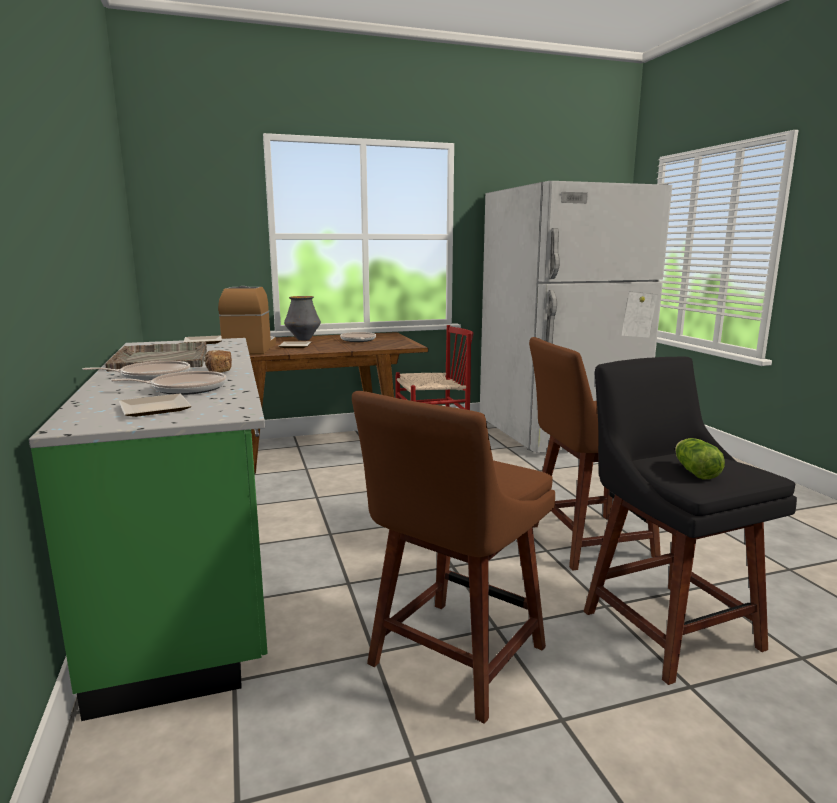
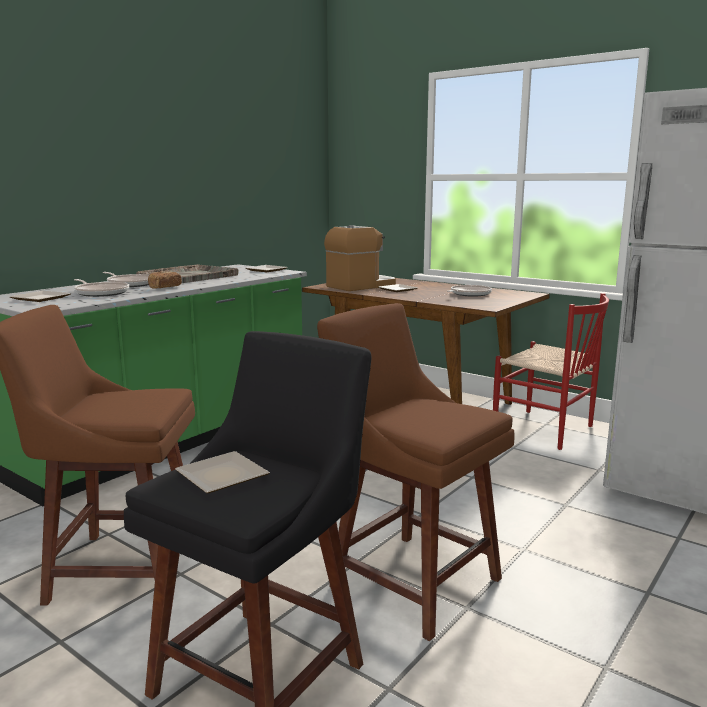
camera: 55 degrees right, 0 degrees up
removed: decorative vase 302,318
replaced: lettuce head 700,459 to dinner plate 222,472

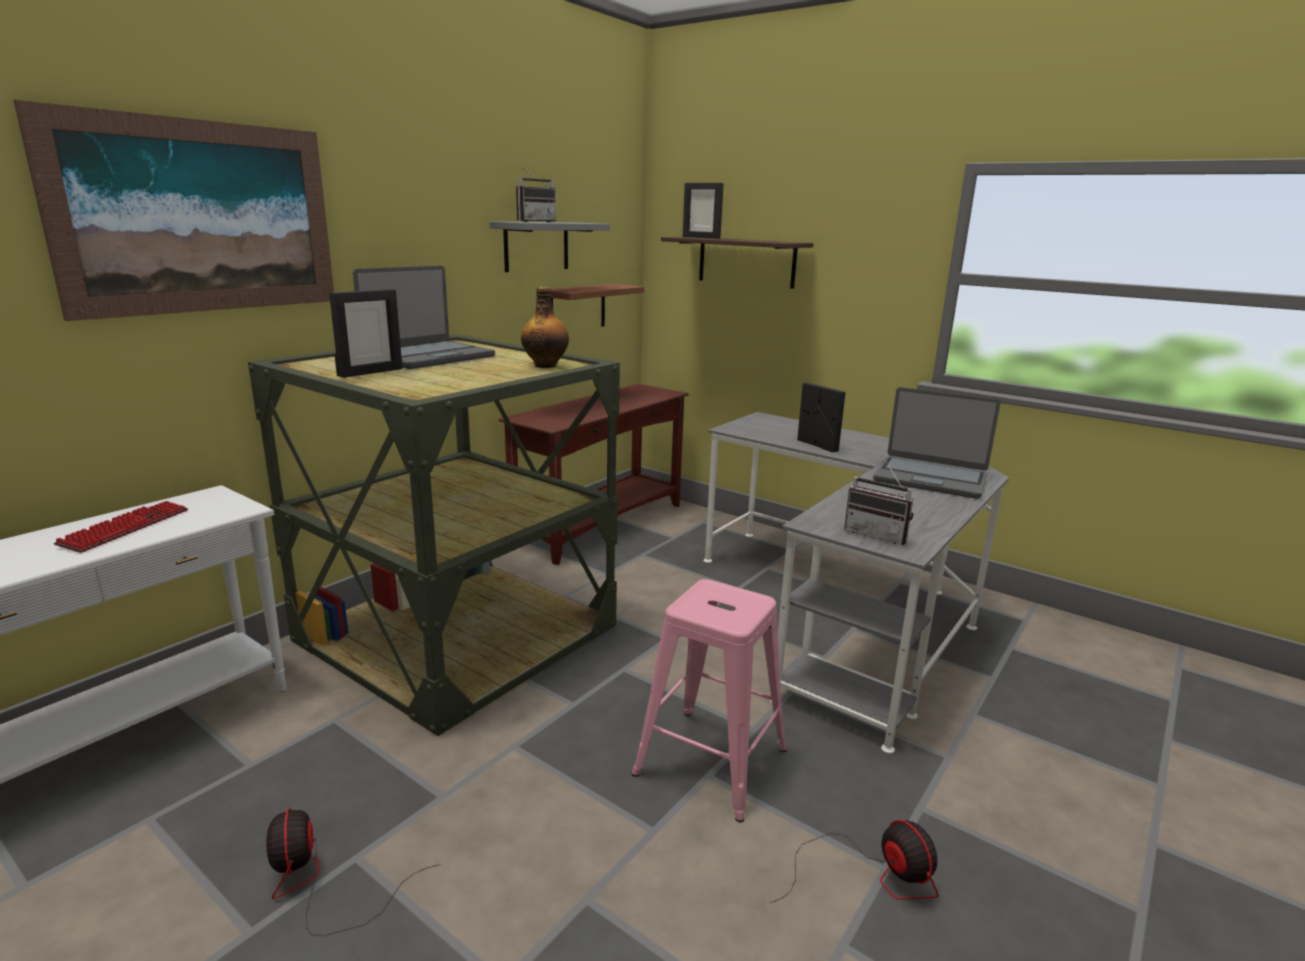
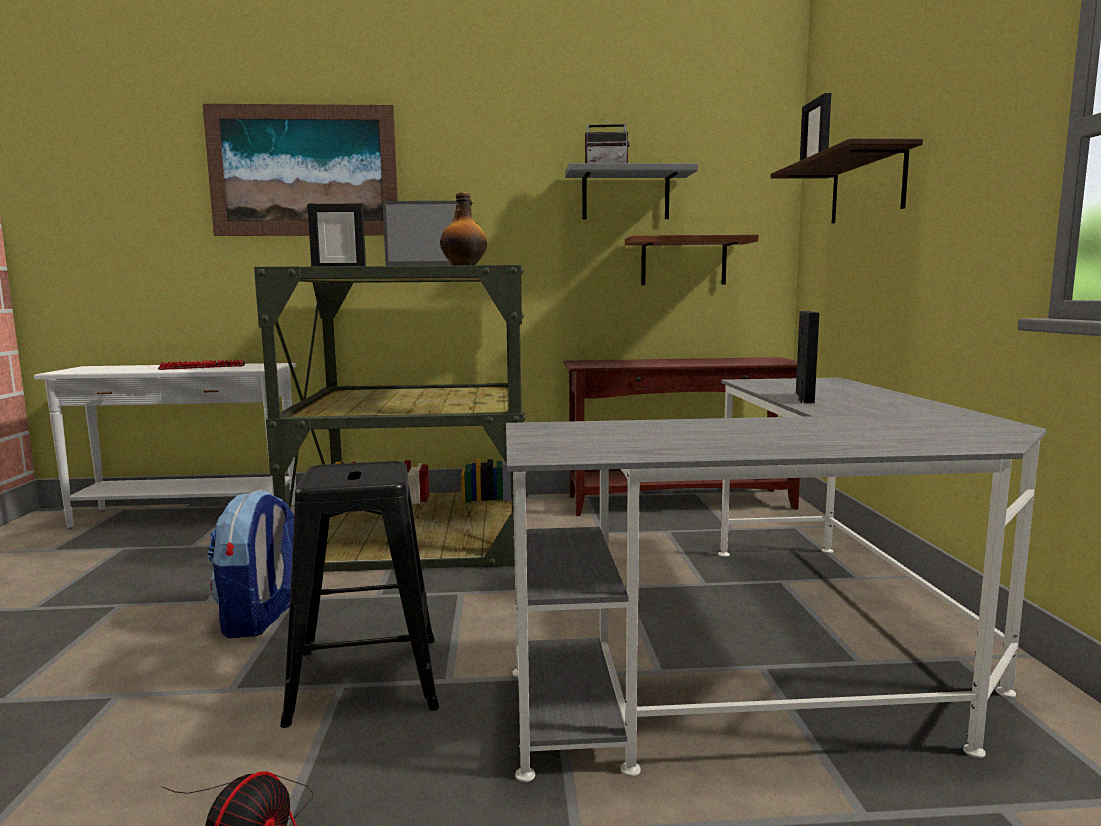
camera: 50 degrees right, 10 degrees down
removed: cooling fan 353,872; radio set 878,503; laptop 937,443
added: rucksack 250,564
recoloured: pink-coloured stool seat 709,700 to black-coloured stool seat 359,594

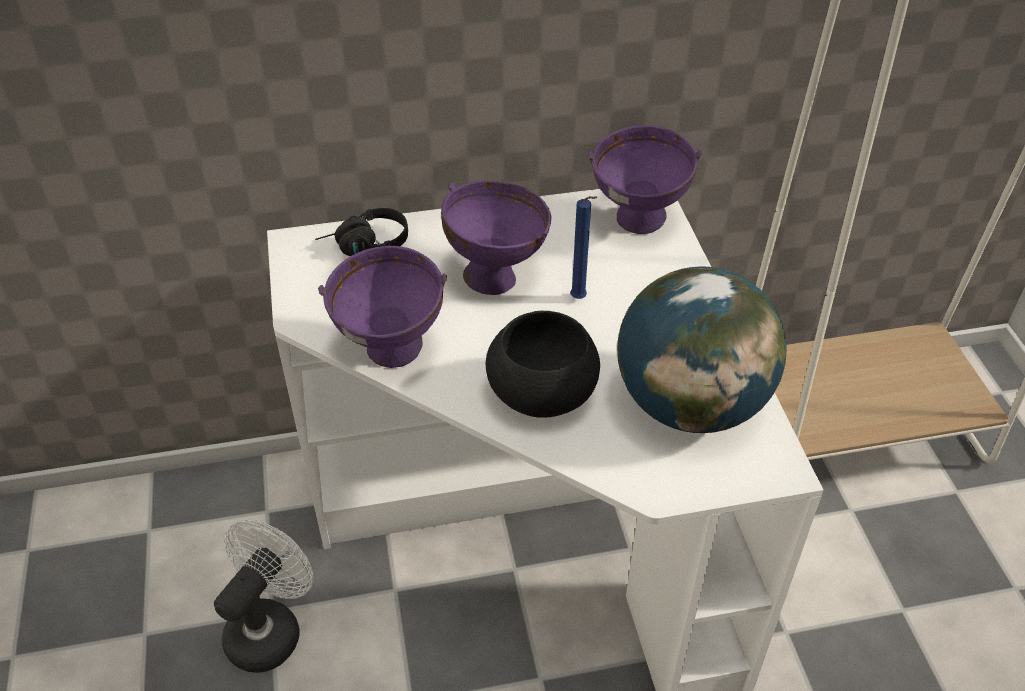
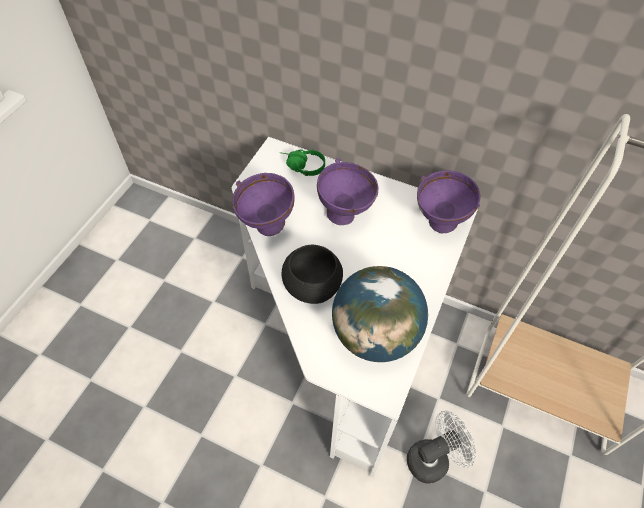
camera: 35 degrees right, 10 degrees up
removed: blue wax candle 583,247
moved: whitish cooling fan 263,596 to 442,447
recoloured: black-coloured headset 361,232 to green-coloured headset 302,162

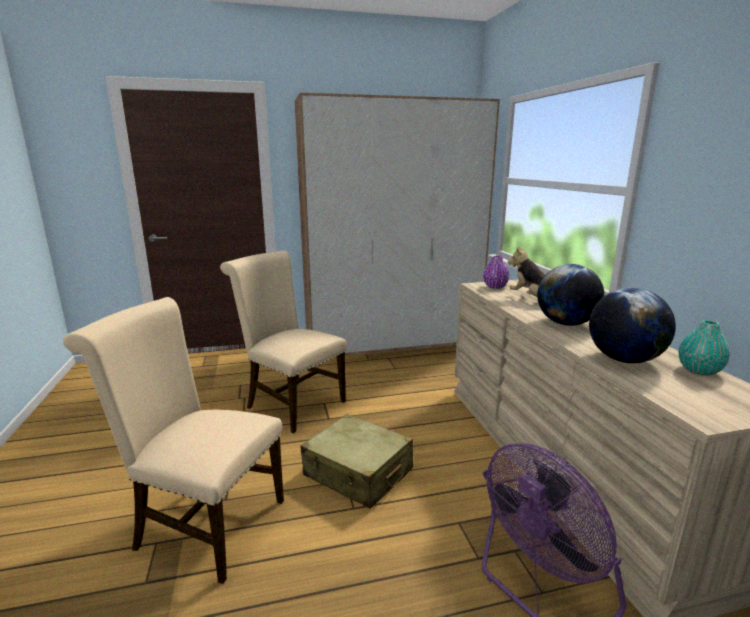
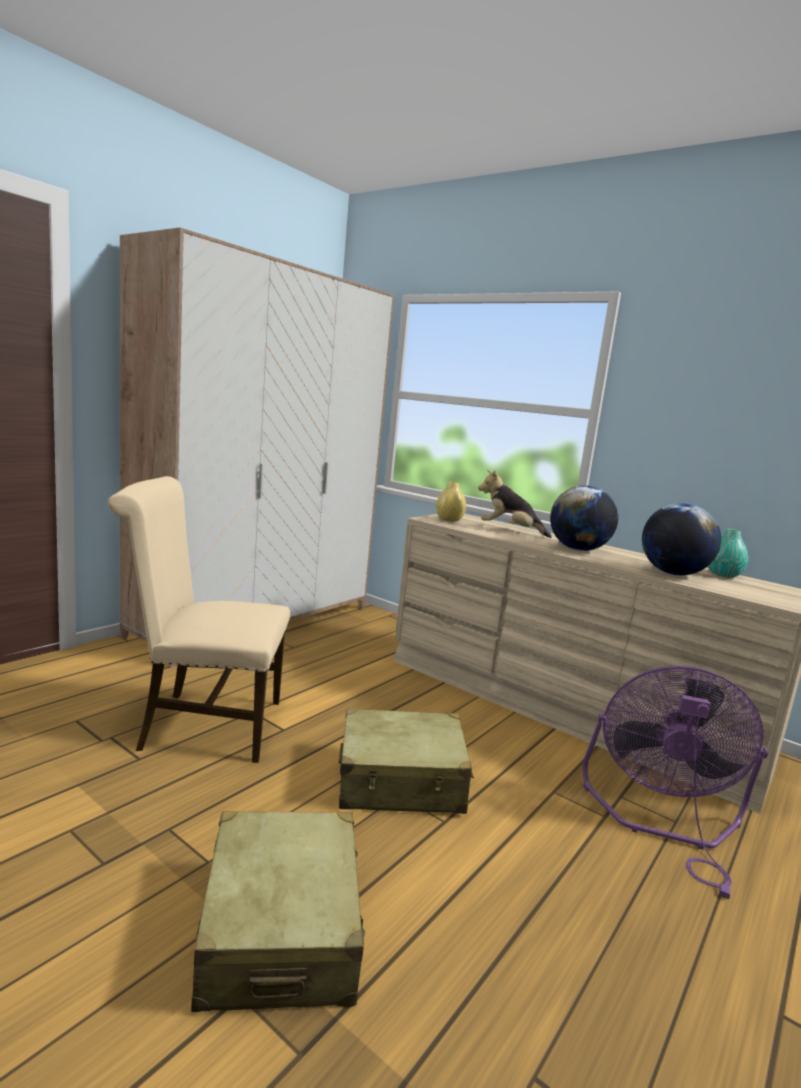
camera: 40 degrees left, 5 degrees down
replaced: beige-coloured upright chair 173,440 to beige-coloured suitcase 278,911
recoloured: purple-coloured decorative vase 496,272 to yellowish decorative vase 451,502

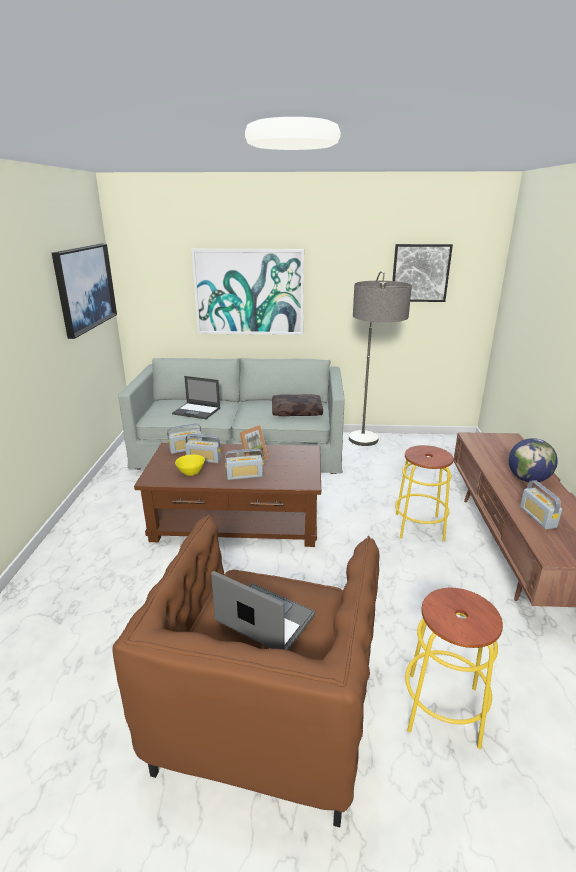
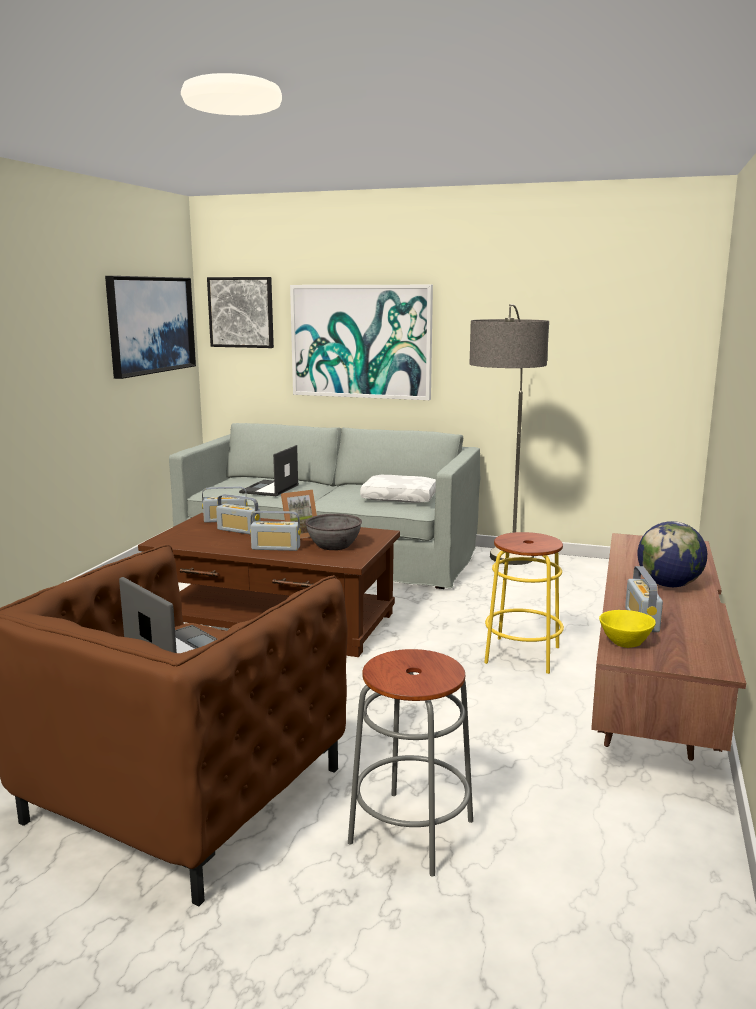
camera: 15 degrees right, 10 degrees down
added: greyish bowl 333,532
moved: wall art 422,273 to 240,312; yellowish bowl 190,465 to 627,629
recoloured: yellowish stool seat 454,668 to greyish stool seat 410,763; brownish pillow 297,405 to whitish pillow 398,489
turned: laptop 196,397 = 269,470 75 degrees clockwise

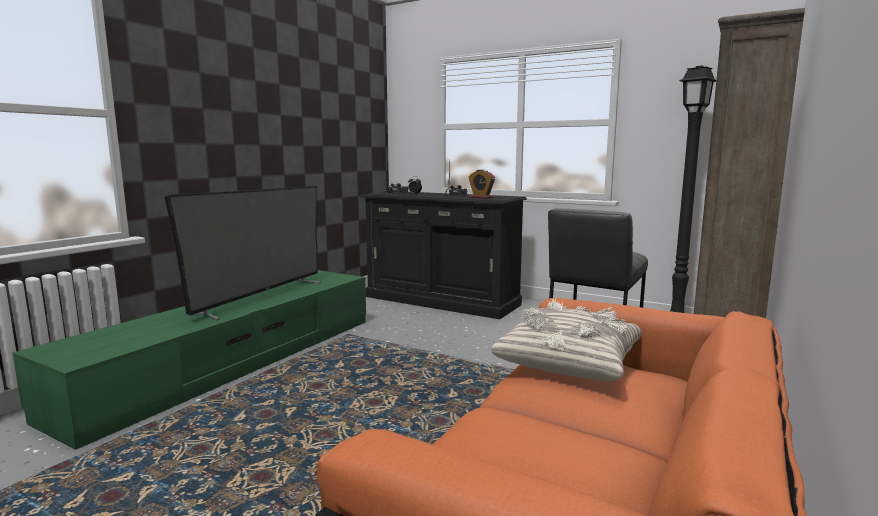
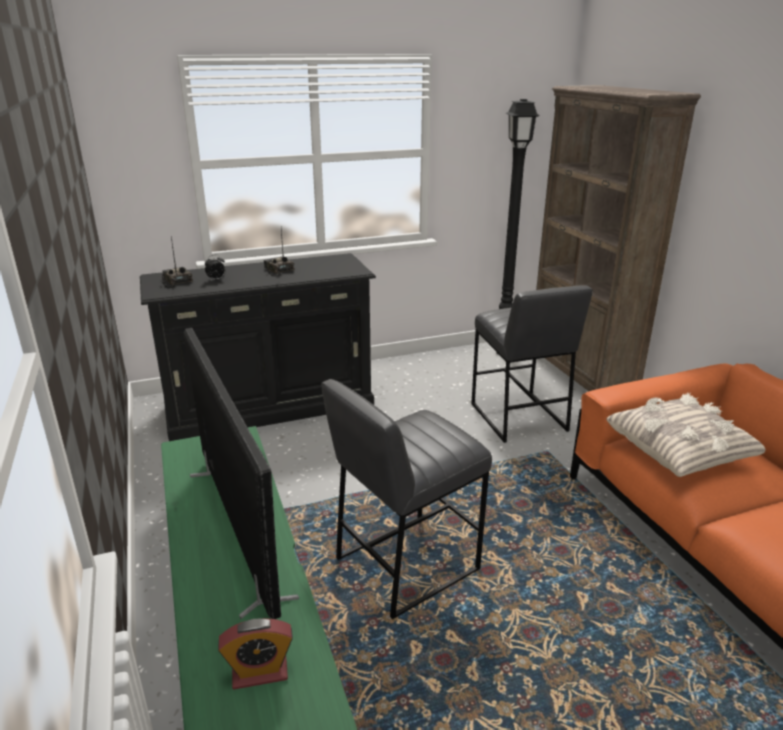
camera: 50 degrees left, 15 degrees up
added: greyish stool seat 406,499
moved: bedside clock 482,184 to 255,653

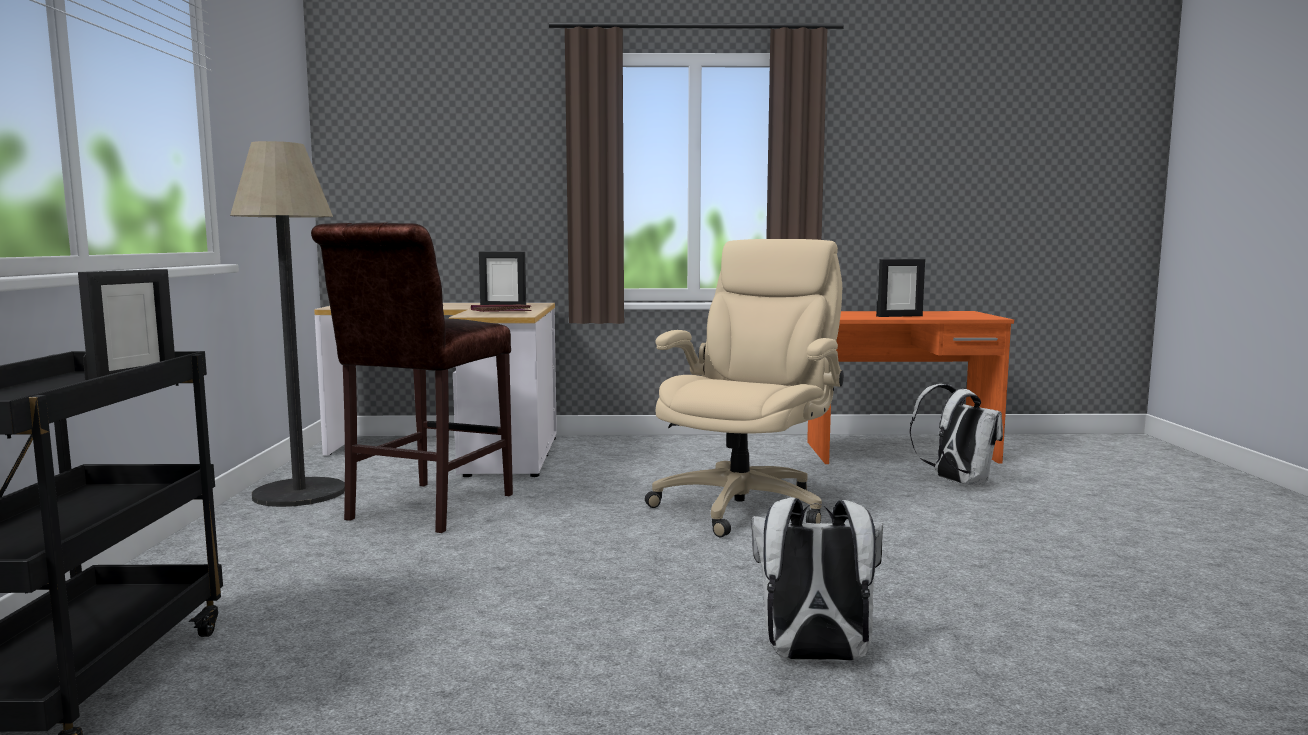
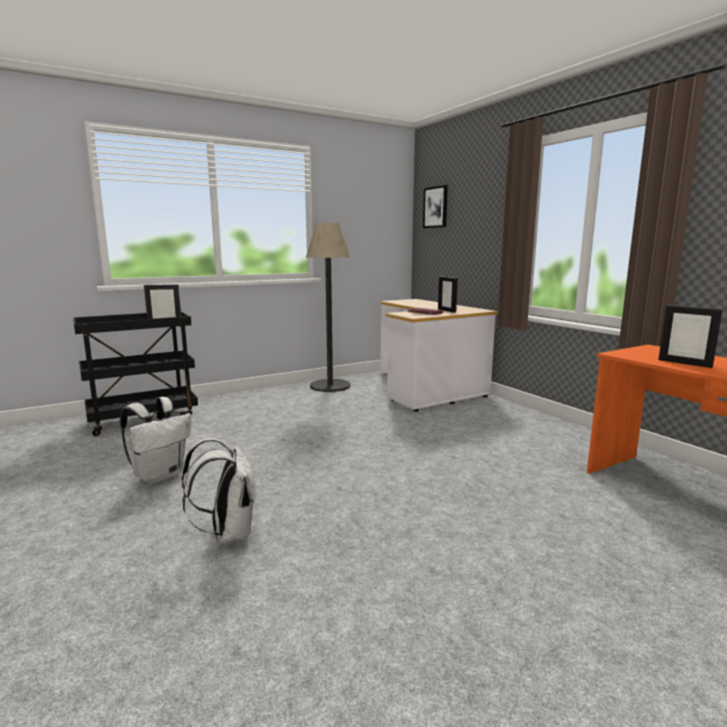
camera: 60 degrees right, 5 degrees up
removed: brownish stool seat 412,377; beige-coloured office chair 744,388
added: wall art 435,206
moved: whitish rucksack 956,434 to 155,440

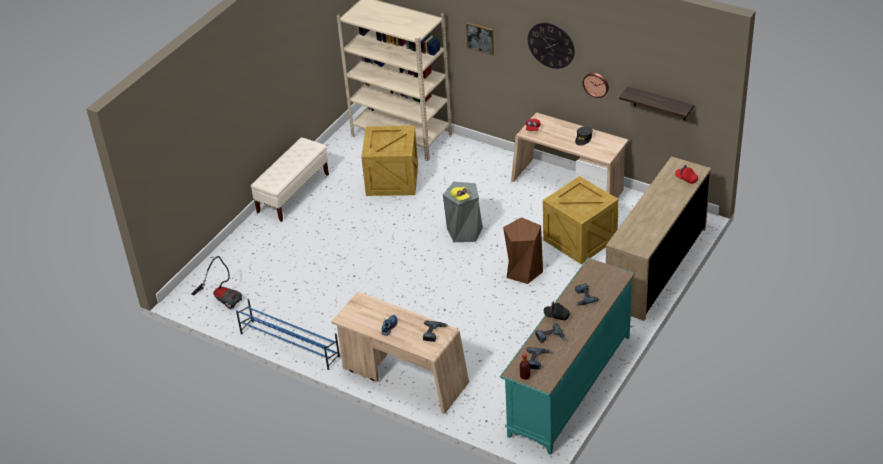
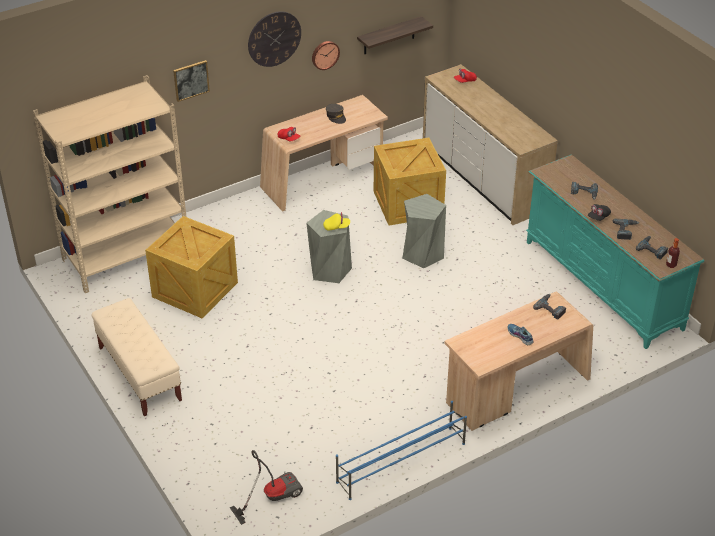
camera: 65 degrees left, 0 degrees up
recoloured: brownish stool seat 523,250 to greyish stool seat 424,231

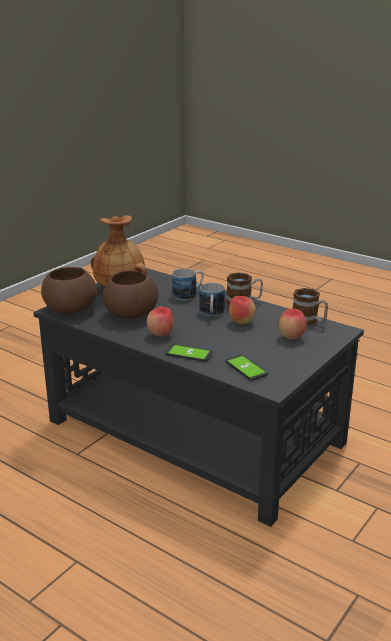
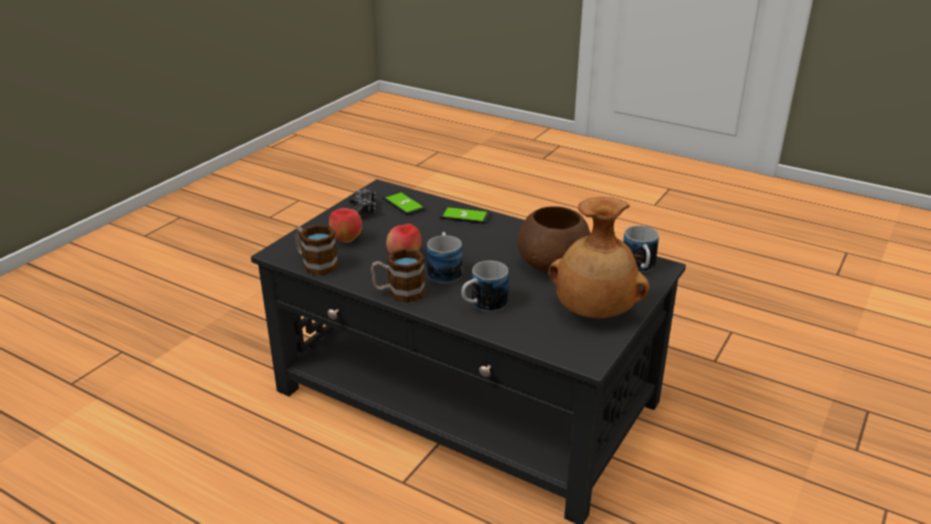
camera: 175 degrees right, 5 degrees up
removed: apple 160,321
added: game controller 362,201
replaced: brownish bowl 69,290 to mug 641,248

